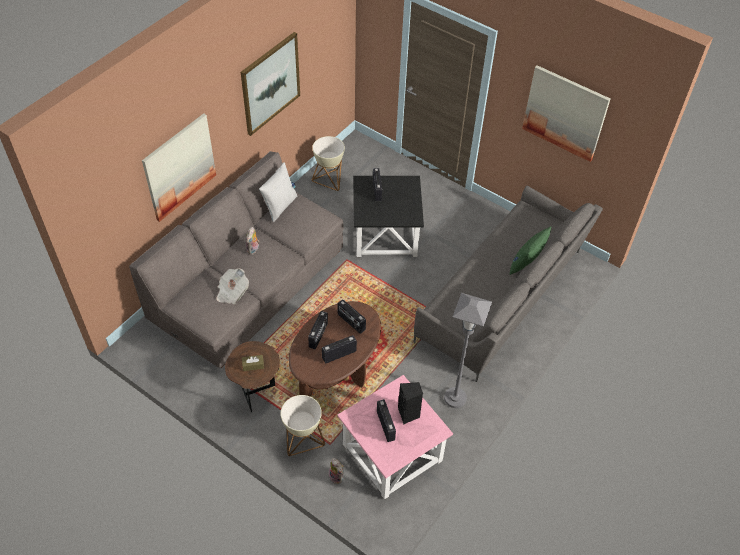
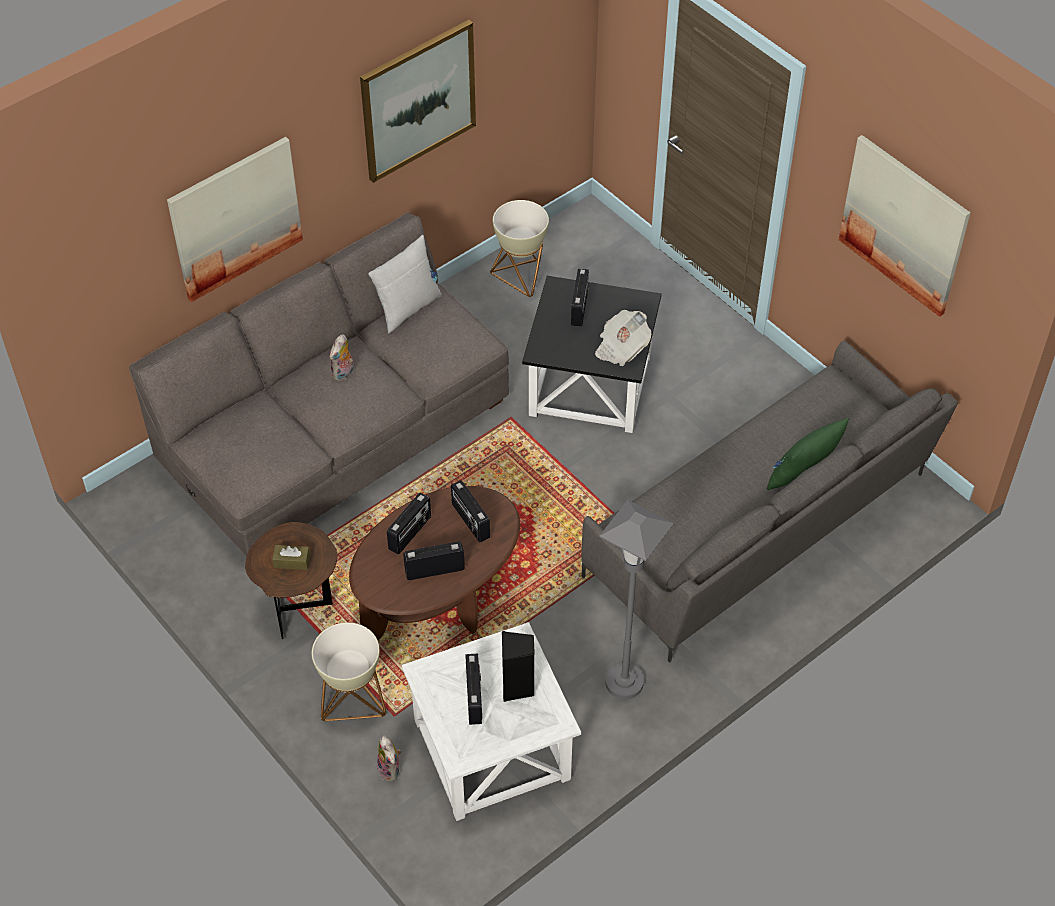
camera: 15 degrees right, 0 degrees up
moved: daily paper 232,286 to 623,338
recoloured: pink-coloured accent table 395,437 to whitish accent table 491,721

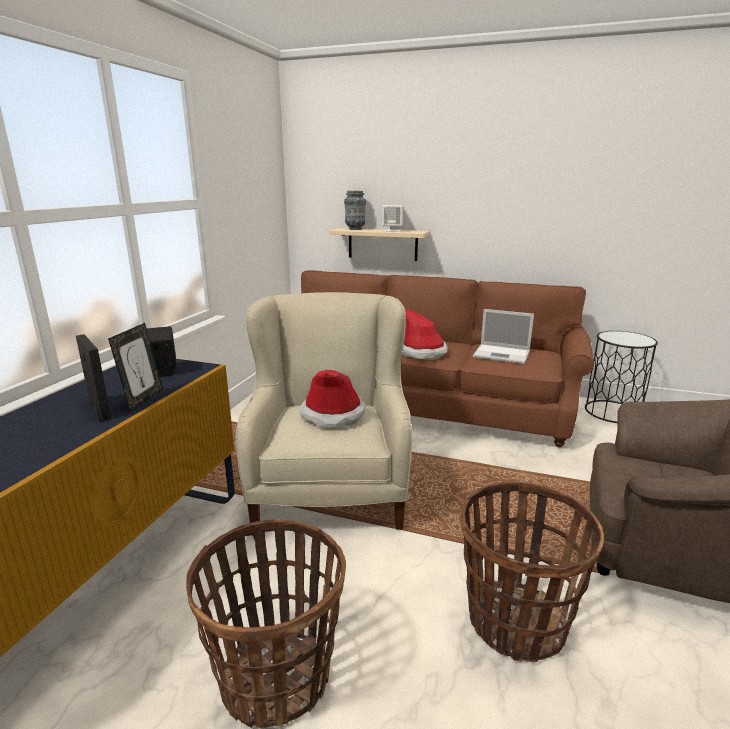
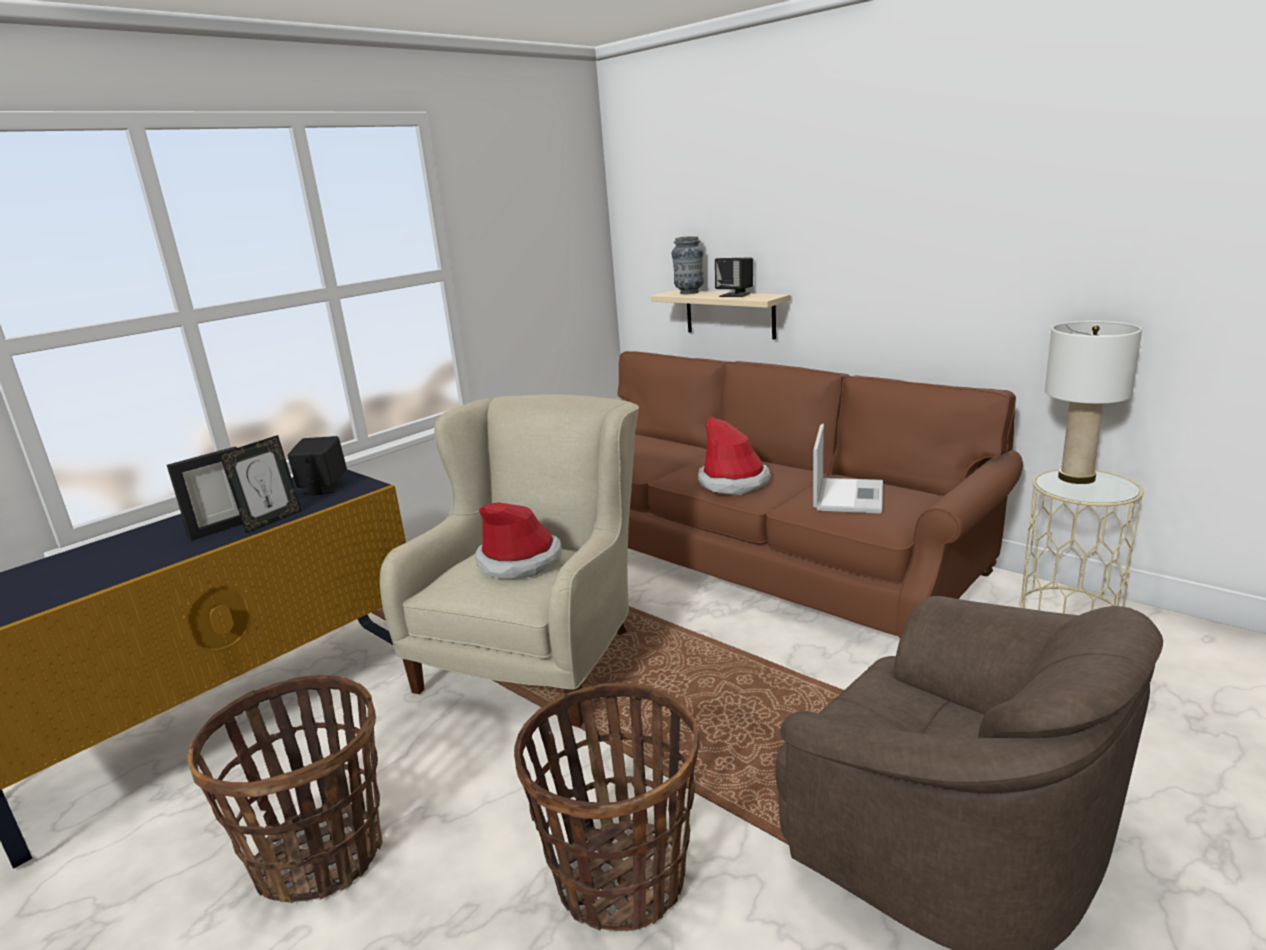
camera: 25 degrees right, 0 degrees up
added: whitish lamp for a table 1093,402
recoloured: whitish speaker 392,218 to black-coloured speaker 734,277; black-coloured accent table 621,377 to beige-coloured accent table 1082,541
turned: picture frame 94,378 = 205,493 60 degrees clockwise; laptop 503,336 = 848,469 120 degrees counterclockwise

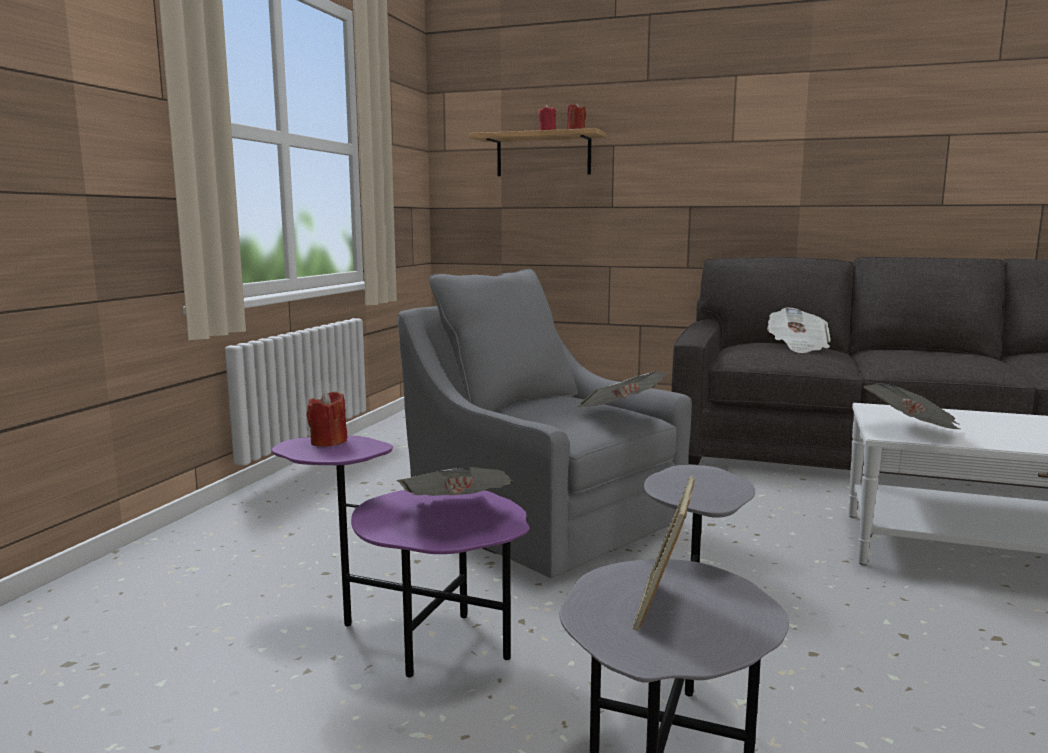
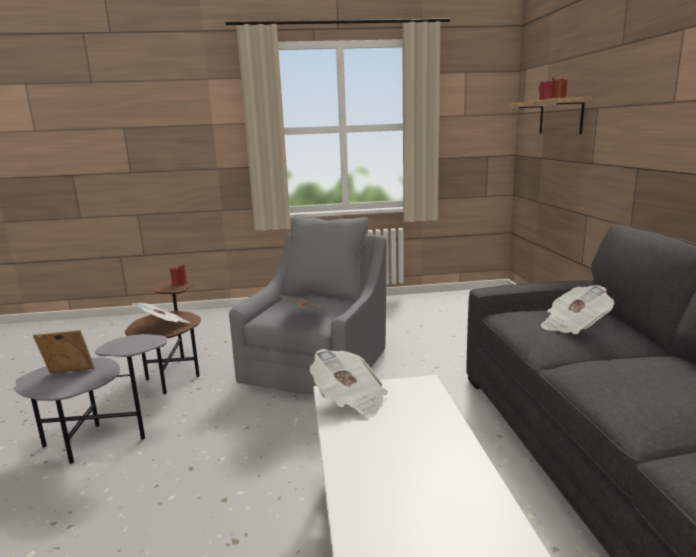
camera: 65 degrees right, 5 degrees up
recoloured: purple-coloured accent table 400,556 to brownish accent table 163,337

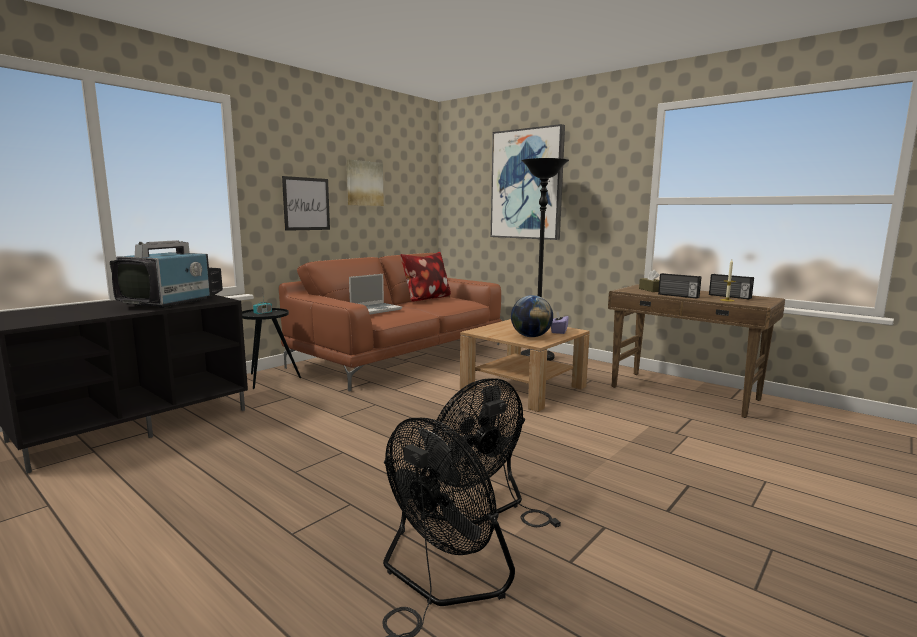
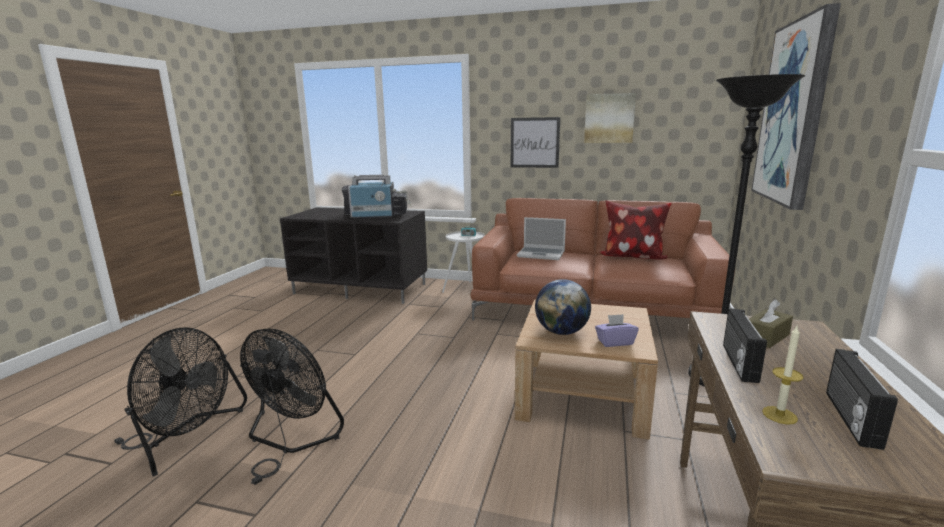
camera: 65 degrees right, 5 degrees up
recoloured: black-coloured accent table 271,348 to whitish accent table 463,262

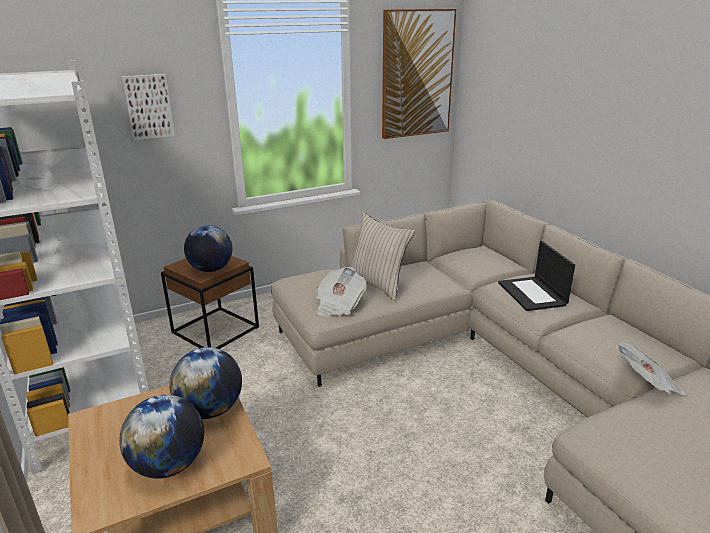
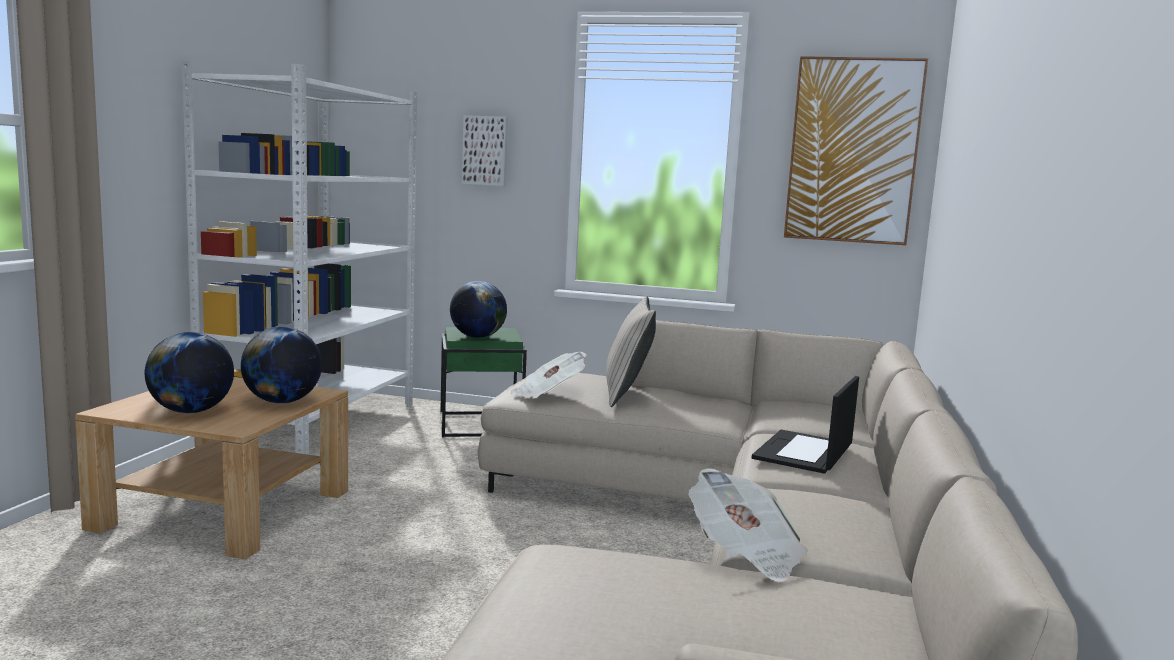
camera: 40 degrees right, 15 degrees down
recoloured: brownish accent table 210,302 to green-coloured accent table 483,382

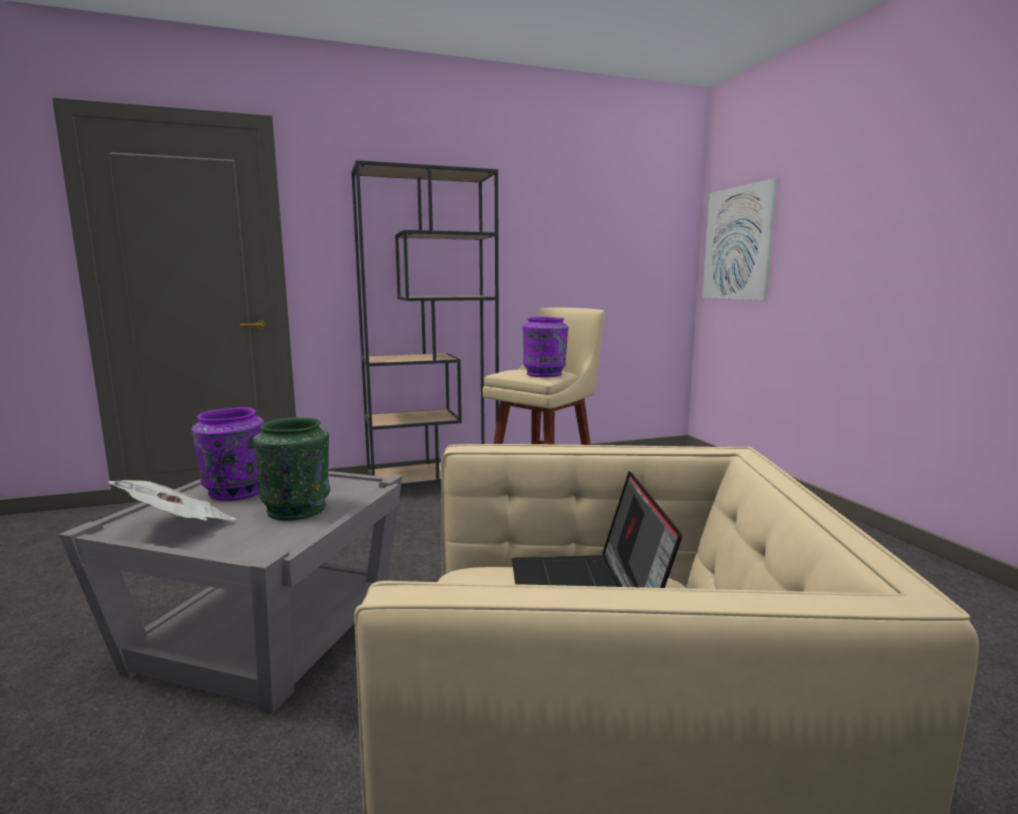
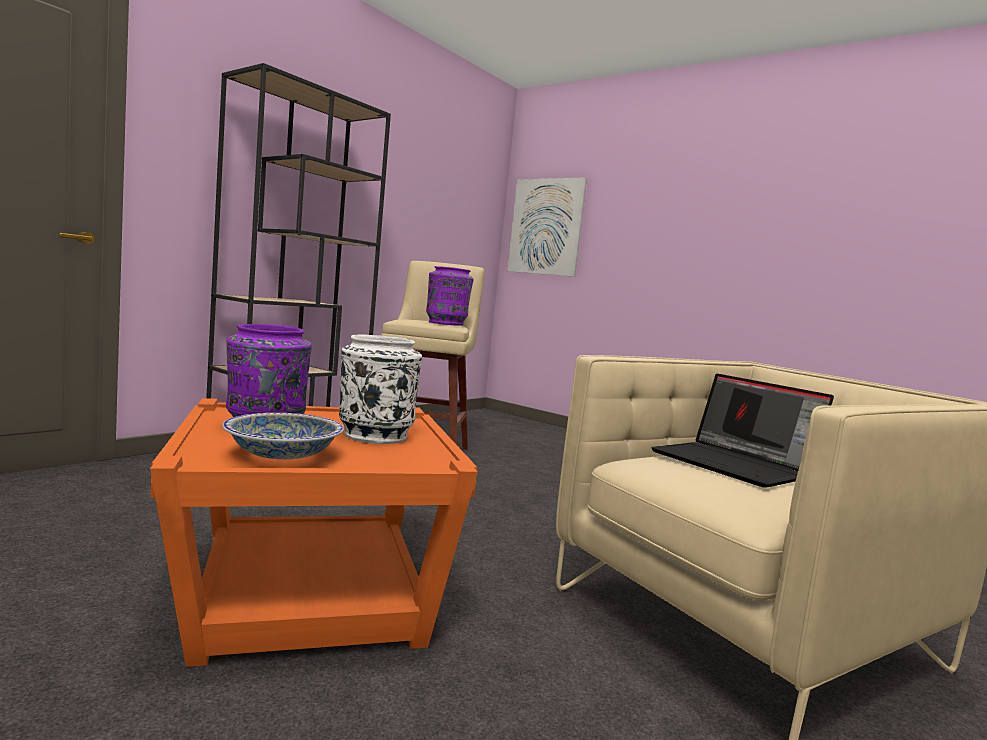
camera: 35 degrees left, 5 degrees down
replaced: daily paper 172,500 to bowl 283,436
recoloured: greyish accent table 230,592 to orangey accent table 314,532; green-coloured decorative vase 291,468 to whitish decorative vase 380,389

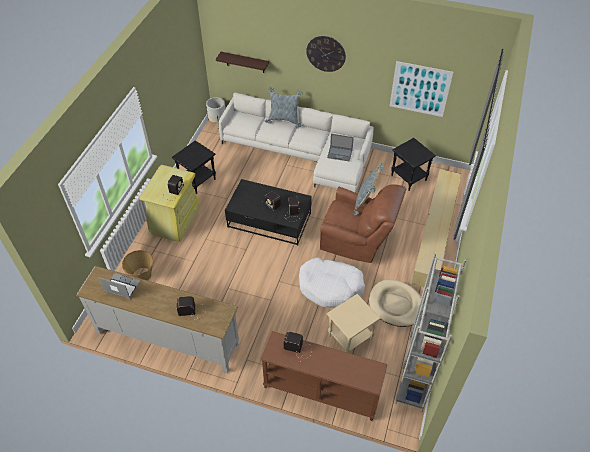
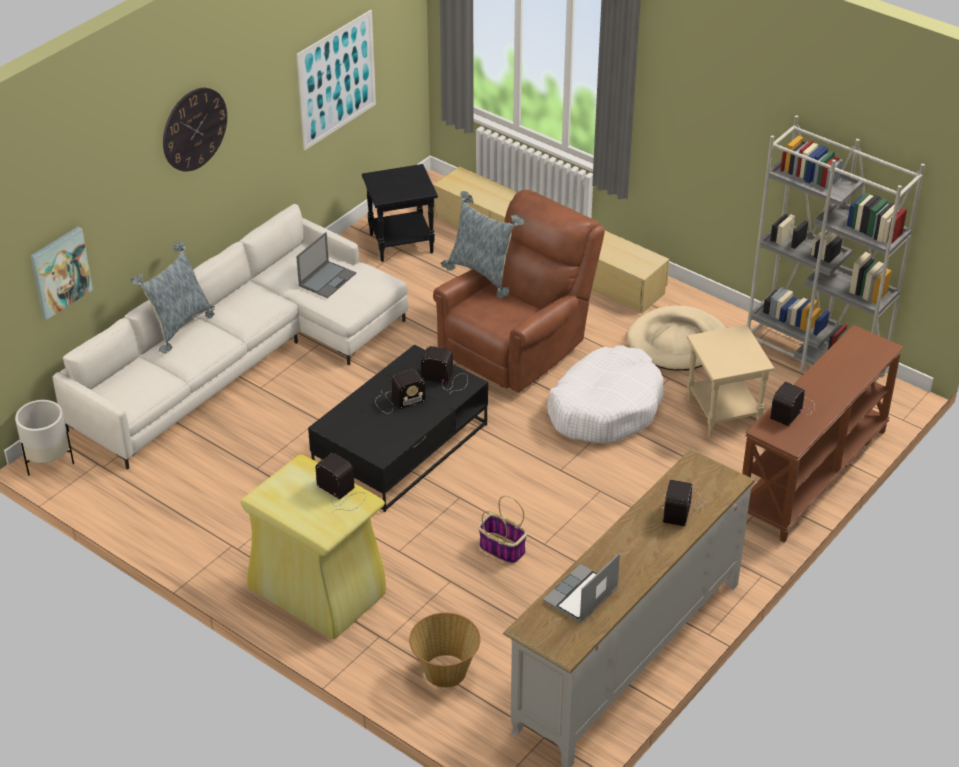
camera: 70 degrees left, 10 degrees down
removed: black-coloured accent table 194,167
added: household basket 502,529
replaced: wall shelf 242,62 to wall art 62,273

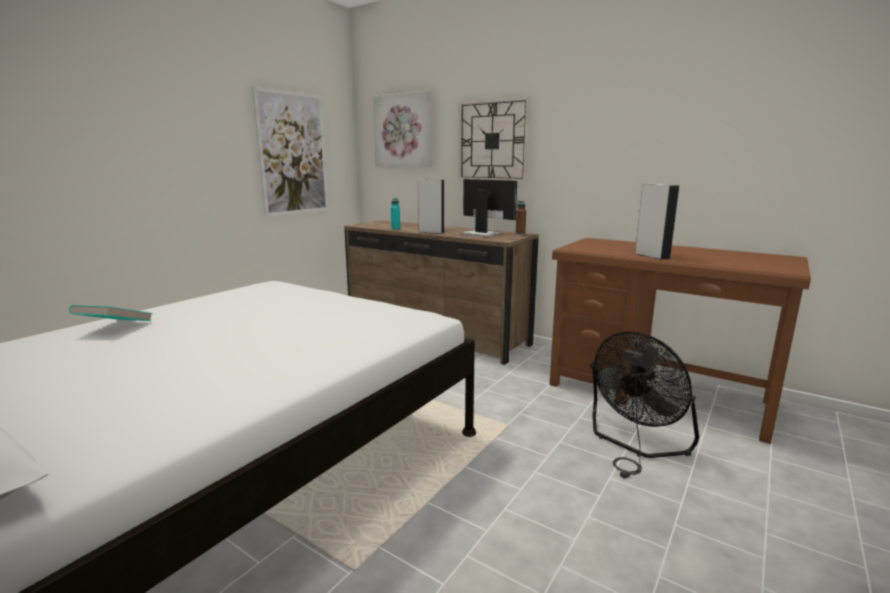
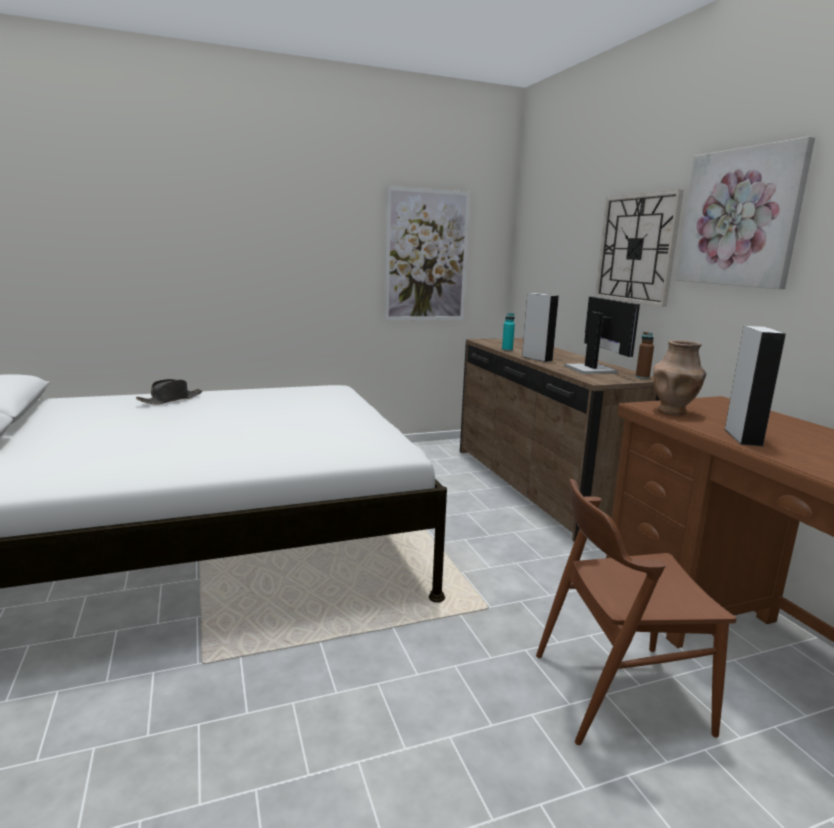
camera: 35 degrees right, 0 degrees up
added: brownish decorative vase 679,378
moved: wall art 402,129 to 745,213
replaced: blue-green bound book 110,313 to black-coloured clothing hat 169,392; black-coloured cooling fan 644,405 to brownish upright chair 636,612

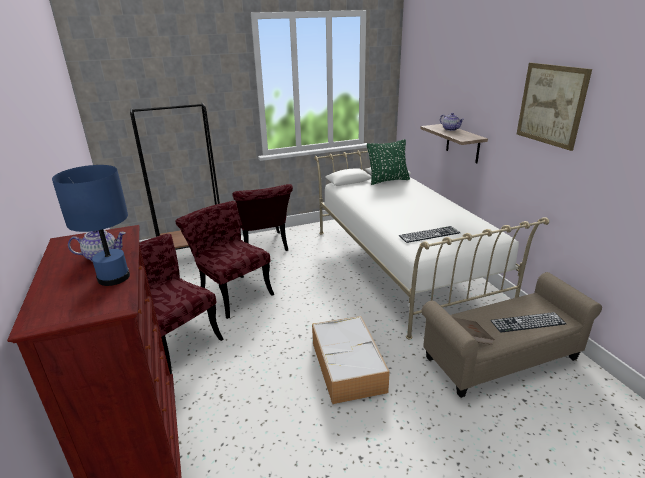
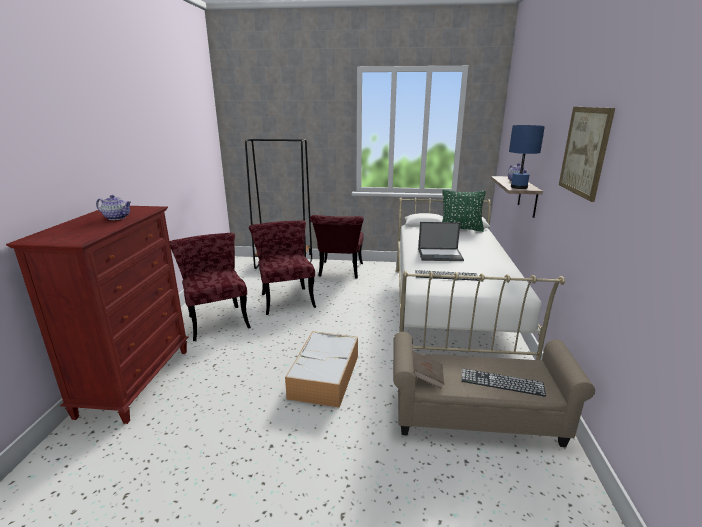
camera: 25 degrees right, 5 degrees down
added: laptop 441,241
moved: blue lamp for a table 91,225 to 527,157

